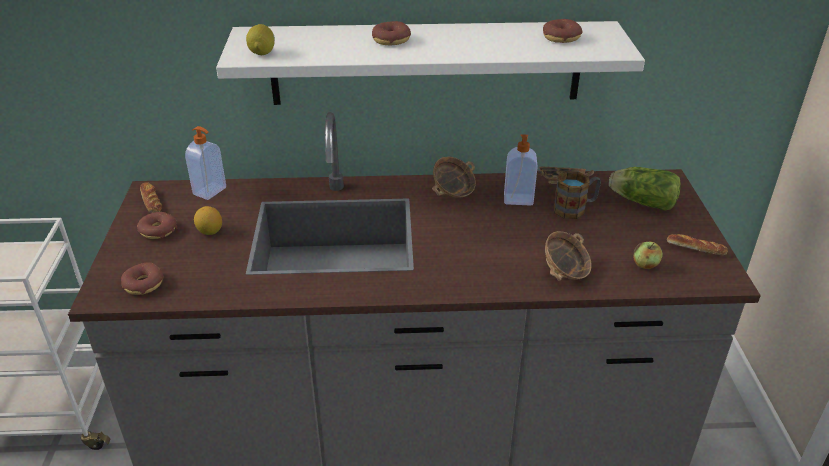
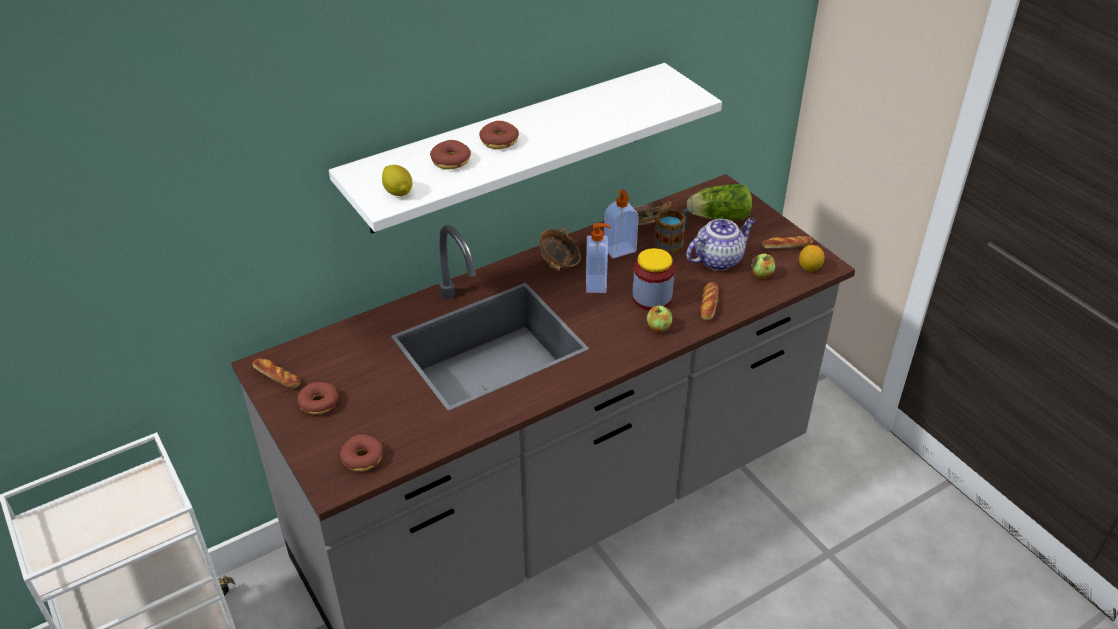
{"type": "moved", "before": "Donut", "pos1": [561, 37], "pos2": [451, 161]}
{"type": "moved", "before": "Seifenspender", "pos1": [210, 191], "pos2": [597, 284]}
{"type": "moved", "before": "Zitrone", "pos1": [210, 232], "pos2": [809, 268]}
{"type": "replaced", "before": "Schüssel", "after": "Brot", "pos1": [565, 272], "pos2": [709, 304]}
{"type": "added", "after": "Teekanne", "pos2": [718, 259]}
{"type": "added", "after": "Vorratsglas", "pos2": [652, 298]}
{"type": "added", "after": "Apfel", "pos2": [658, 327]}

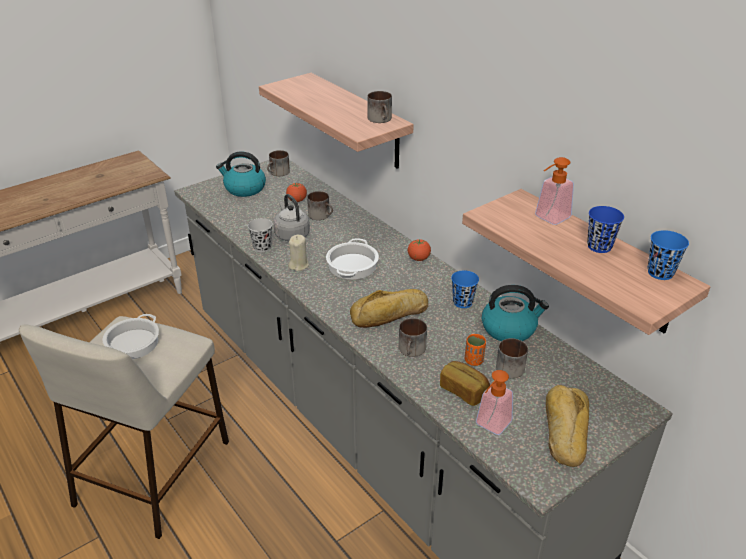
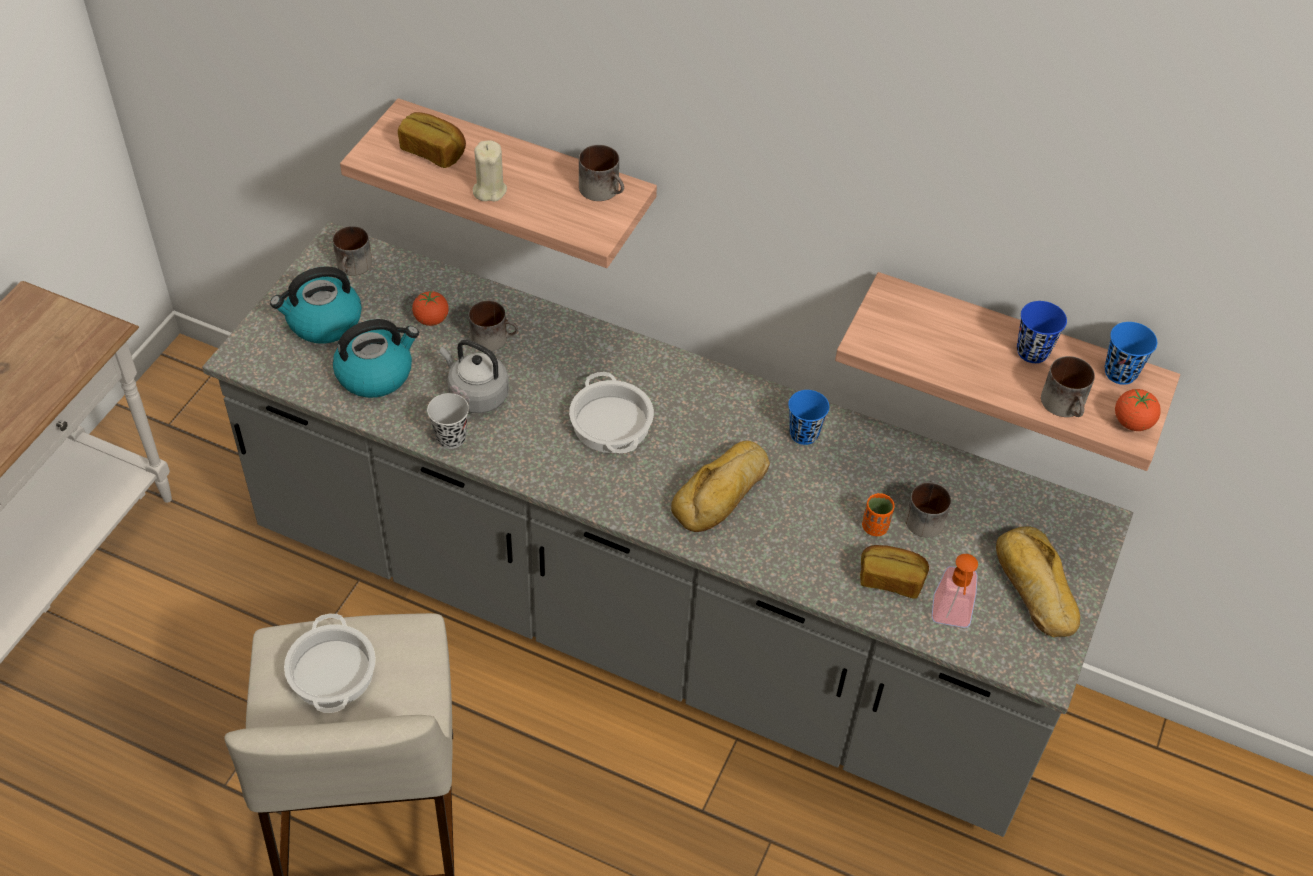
{"type": "removed", "before": "Seifenspender", "pos1": [548, 219]}
{"type": "moved", "before": "Kerze/beige", "pos1": [298, 265], "pos2": [489, 190]}
{"type": "moved", "before": "Tomate", "pos1": [418, 259], "pos2": [1132, 423]}
{"type": "moved", "before": "Wasserkessel", "pos1": [509, 328], "pos2": [376, 373]}
{"type": "moved", "before": "Henkelbecher", "pos1": [412, 350], "pos2": [1066, 405]}
{"type": "added", "after": "Brot", "pos2": [433, 151]}

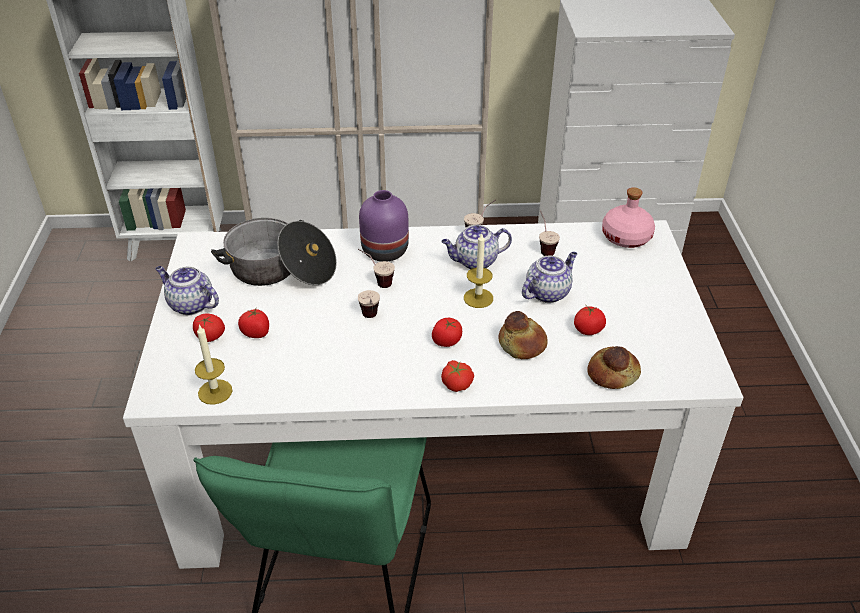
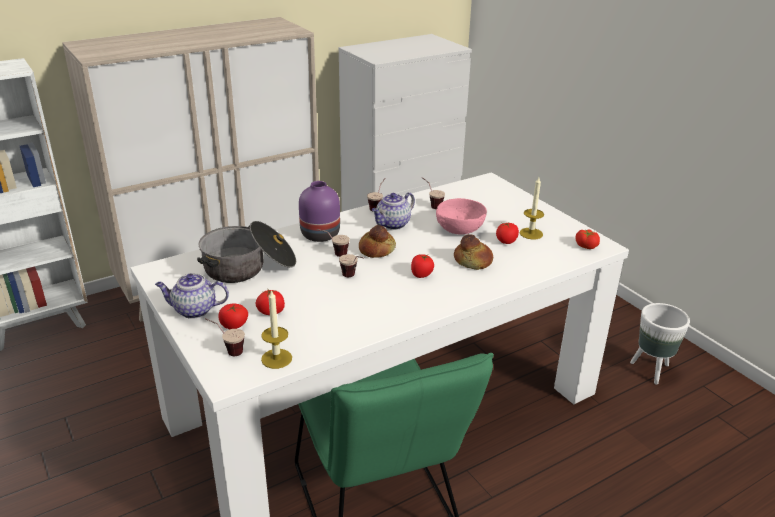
{"type": "removed", "before": "Flasche/rosa", "pos1": [626, 237]}
{"type": "moved", "before": "Kerze", "pos1": [478, 298], "pos2": [531, 233]}
{"type": "replaced", "before": "Teekanne", "after": "Schüssel/rosa", "pos1": [547, 292], "pos2": [459, 228]}
{"type": "moved", "before": "Brot", "pos1": [612, 373], "pos2": [376, 249]}
{"type": "moved", "before": "Tomate", "pos1": [457, 383], "pos2": [586, 245]}
{"type": "added", "after": "Pflanzkübel/weiß", "pos2": [651, 370]}
{"type": "added", "after": "Tasse", "pos2": [227, 351]}

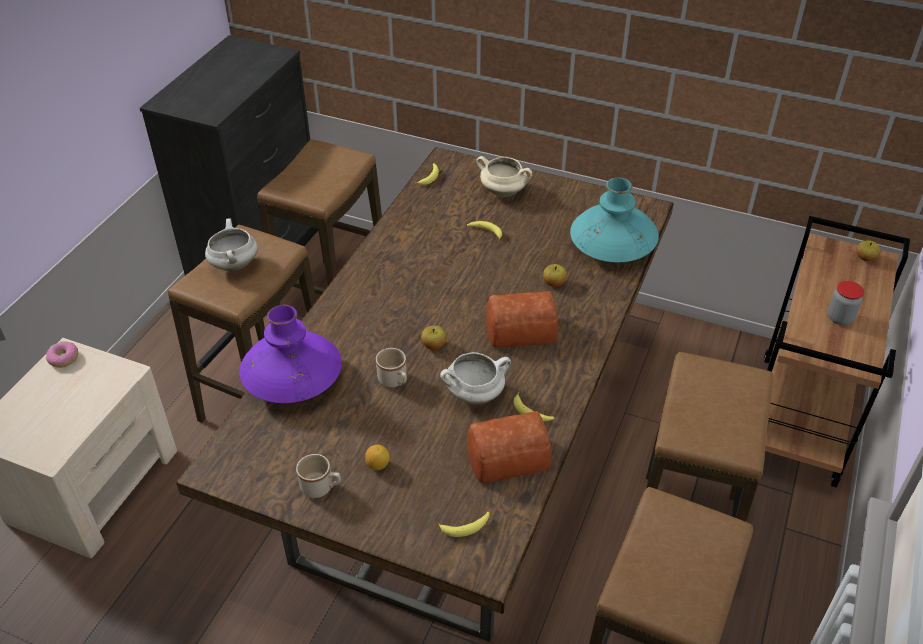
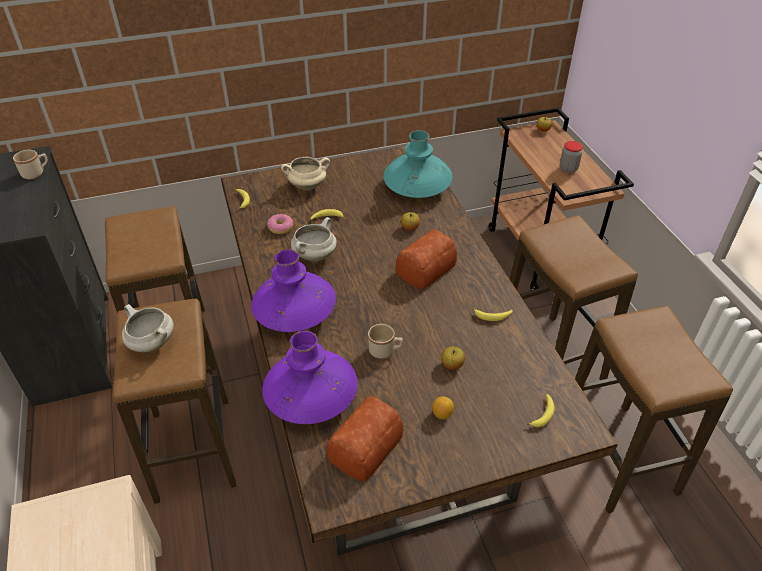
{"type": "moved", "before": "Apfel", "pos1": [434, 345], "pos2": [452, 365]}
{"type": "moved", "before": "Donut", "pos1": [63, 358], "pos2": [280, 228]}
{"type": "moved", "before": "Kochtopf/weiß", "pos1": [475, 394], "pos2": [315, 255]}
{"type": "moved", "before": "Brot", "pos1": [506, 457], "pos2": [363, 447]}
{"type": "moved", "before": "Henkelbecher/beige", "pos1": [321, 488], "pos2": [36, 173]}
{"type": "added", "after": "Vase/lila", "pos2": [295, 312]}

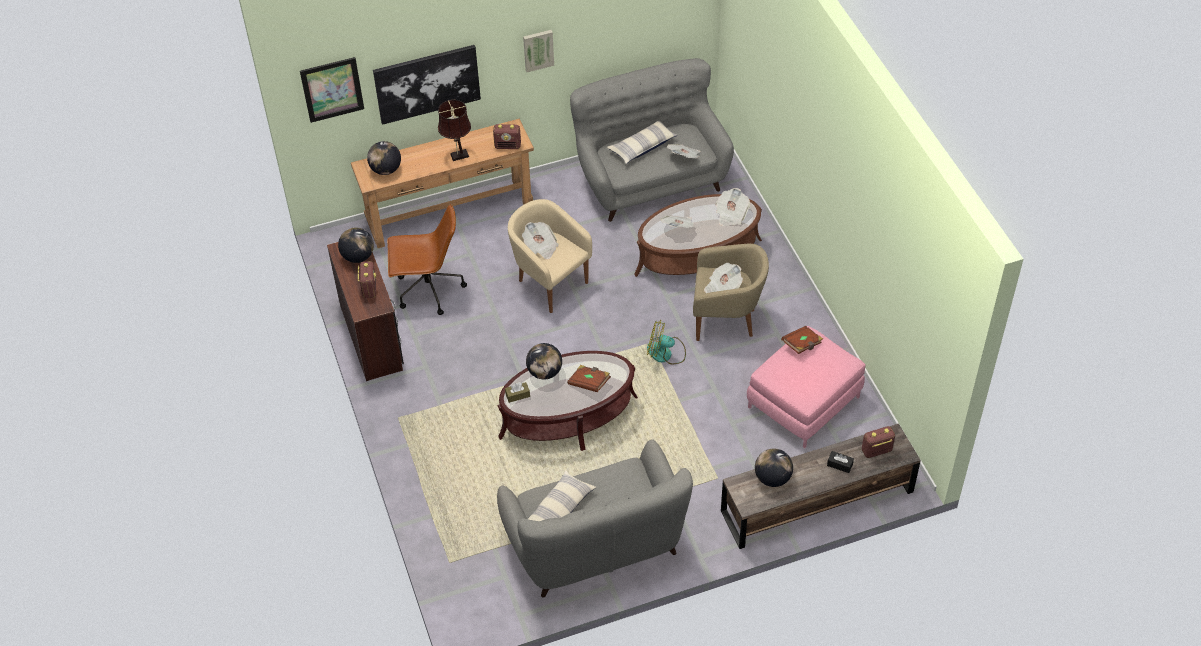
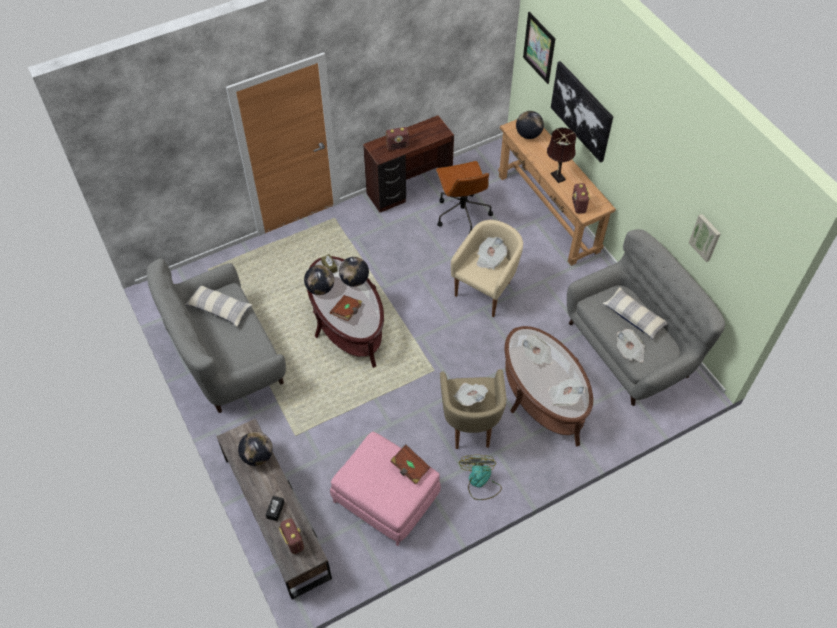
{"type": "moved", "before": "Bild", "pos1": [538, 49], "pos2": [705, 237]}
{"type": "moved", "before": "Globus", "pos1": [358, 257], "pos2": [320, 289]}
{"type": "moved", "before": "Ventilator", "pos1": [665, 353], "pos2": [480, 482]}

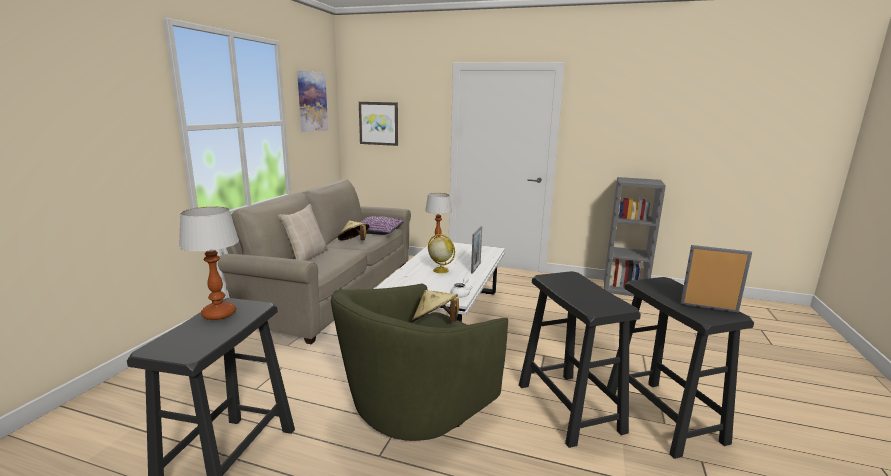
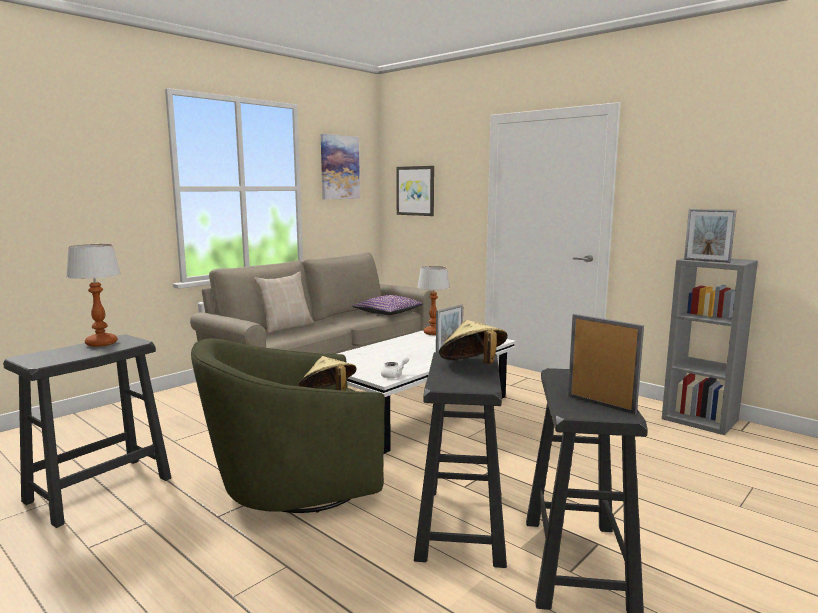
{"type": "moved", "before": "Hut/beige", "pos1": [354, 242], "pos2": [472, 366]}
{"type": "removed", "before": "Globus", "pos1": [440, 270]}
{"type": "added", "after": "Bilderrahmen", "pos2": [706, 261]}

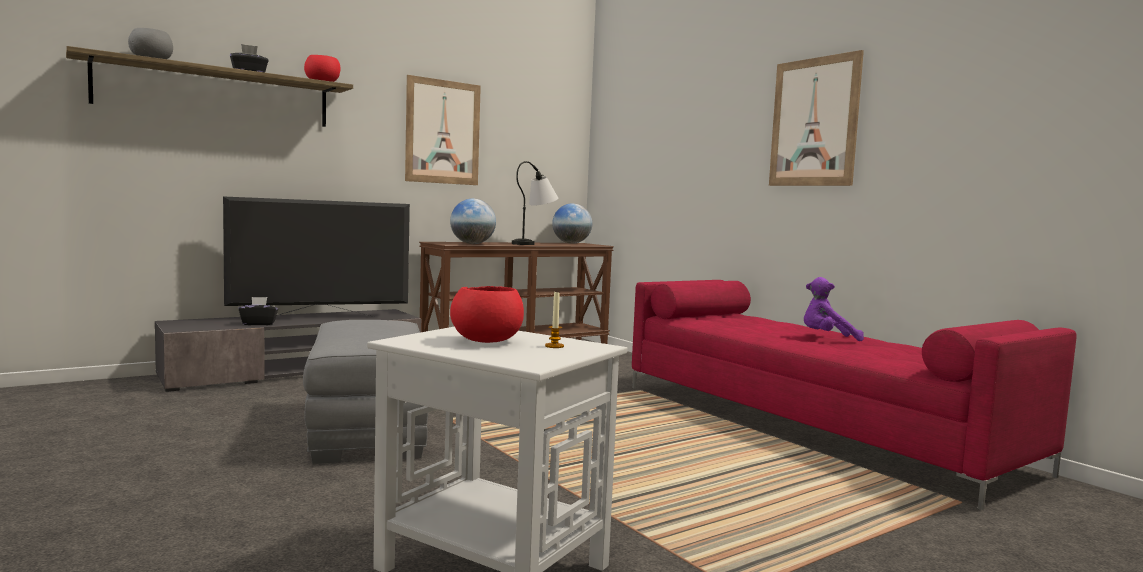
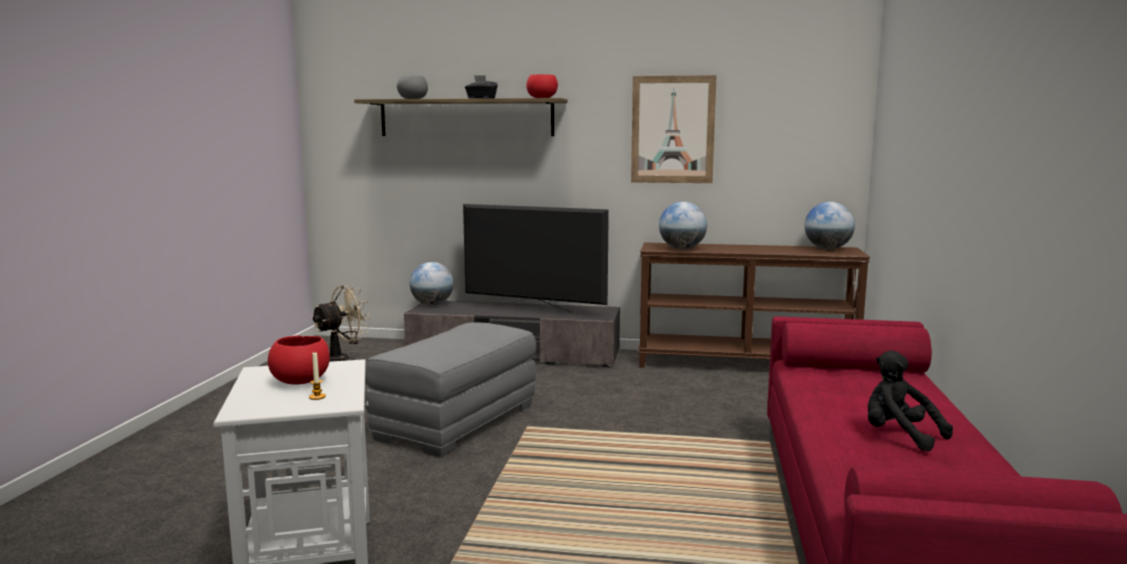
{"type": "removed", "before": "Bild", "pos1": [814, 122]}
{"type": "removed", "before": "Tischlampe", "pos1": [534, 244]}
{"type": "recoloured", "before": "Plüschtier/lila", "after": "Plüschtier/schwarz", "pos1": [827, 338], "pos2": [899, 436]}
{"type": "removed", "before": "Taschentuchbox/schwarz", "pos1": [258, 323]}
{"type": "added", "after": "Globus", "pos2": [432, 304]}
{"type": "added", "after": "Ventilator/beige", "pos2": [342, 360]}

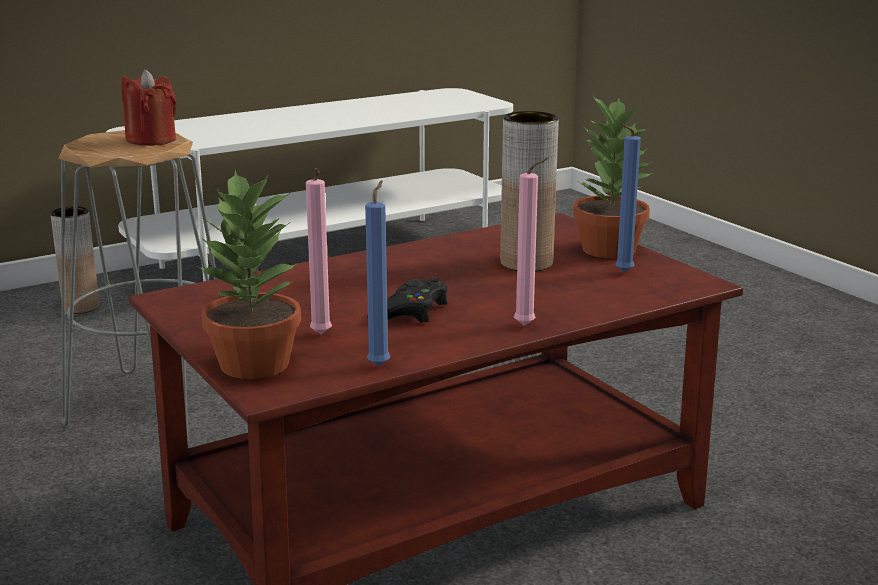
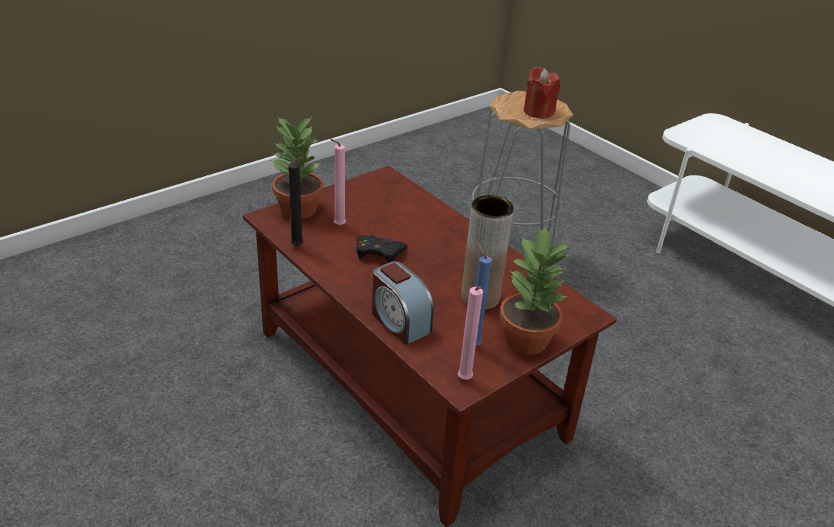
{"type": "moved", "before": "Kerze/rosa", "pos1": [528, 325], "pos2": [464, 380]}
{"type": "recoloured", "before": "Kerze/blau", "after": "Kerze/schwarz", "pos1": [380, 364], "pos2": [299, 247]}
{"type": "removed", "before": "Vase/braun", "pos1": [81, 307]}
{"type": "added", "after": "Wecker", "pos2": [399, 322]}

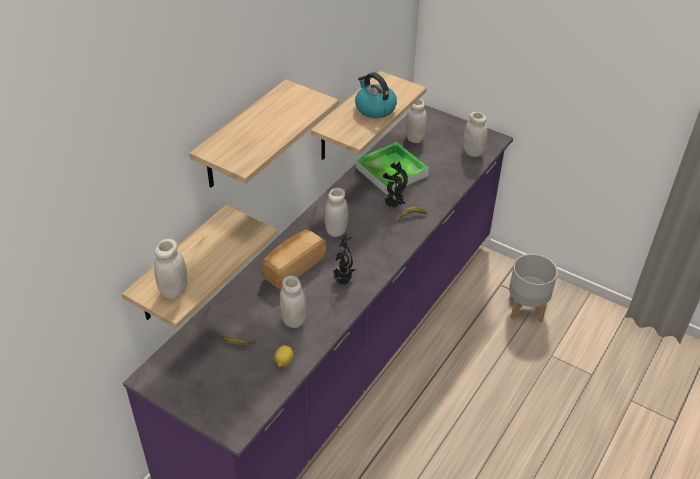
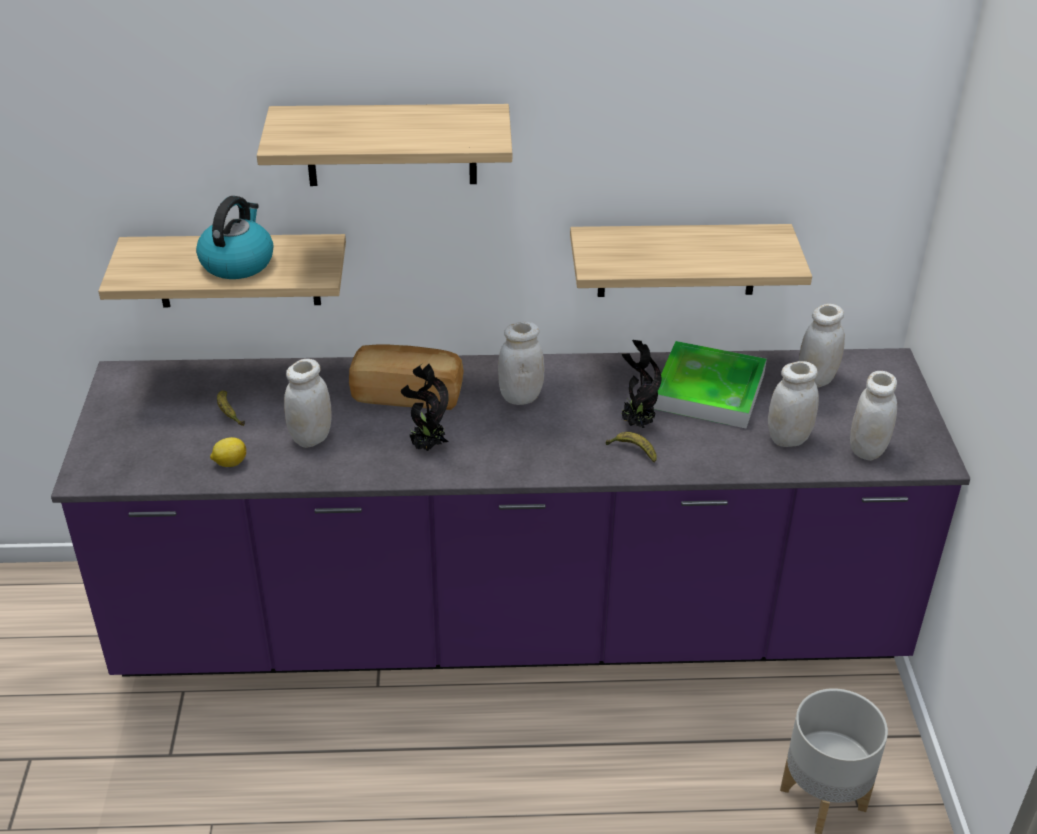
{"type": "moved", "before": "Wasserkessel", "pos1": [374, 108], "pos2": [237, 262]}
{"type": "moved", "before": "Vorratsglas/weiß", "pos1": [174, 291], "pos2": [788, 439]}

